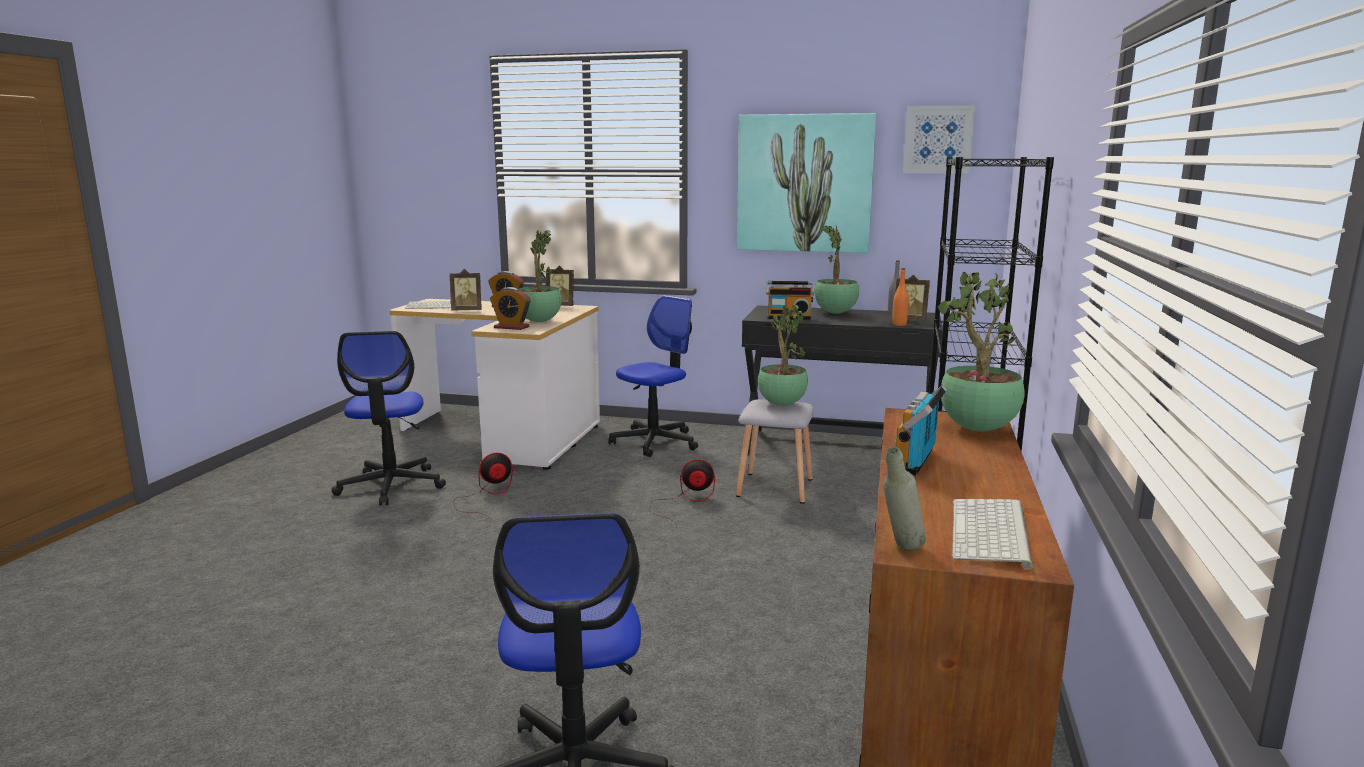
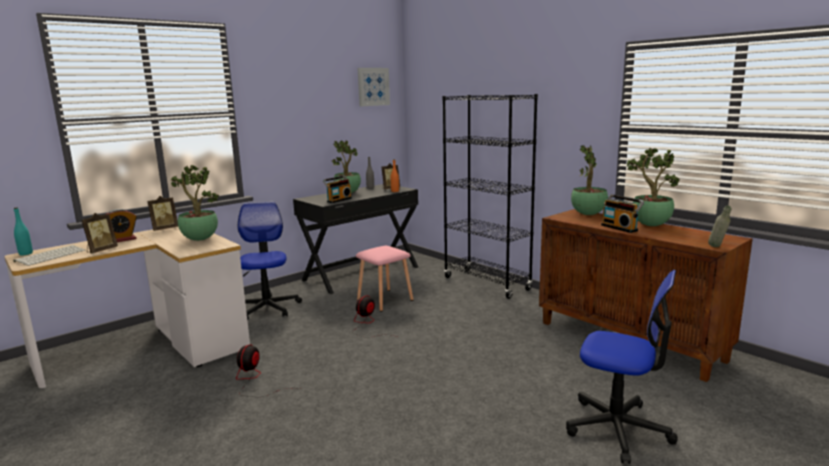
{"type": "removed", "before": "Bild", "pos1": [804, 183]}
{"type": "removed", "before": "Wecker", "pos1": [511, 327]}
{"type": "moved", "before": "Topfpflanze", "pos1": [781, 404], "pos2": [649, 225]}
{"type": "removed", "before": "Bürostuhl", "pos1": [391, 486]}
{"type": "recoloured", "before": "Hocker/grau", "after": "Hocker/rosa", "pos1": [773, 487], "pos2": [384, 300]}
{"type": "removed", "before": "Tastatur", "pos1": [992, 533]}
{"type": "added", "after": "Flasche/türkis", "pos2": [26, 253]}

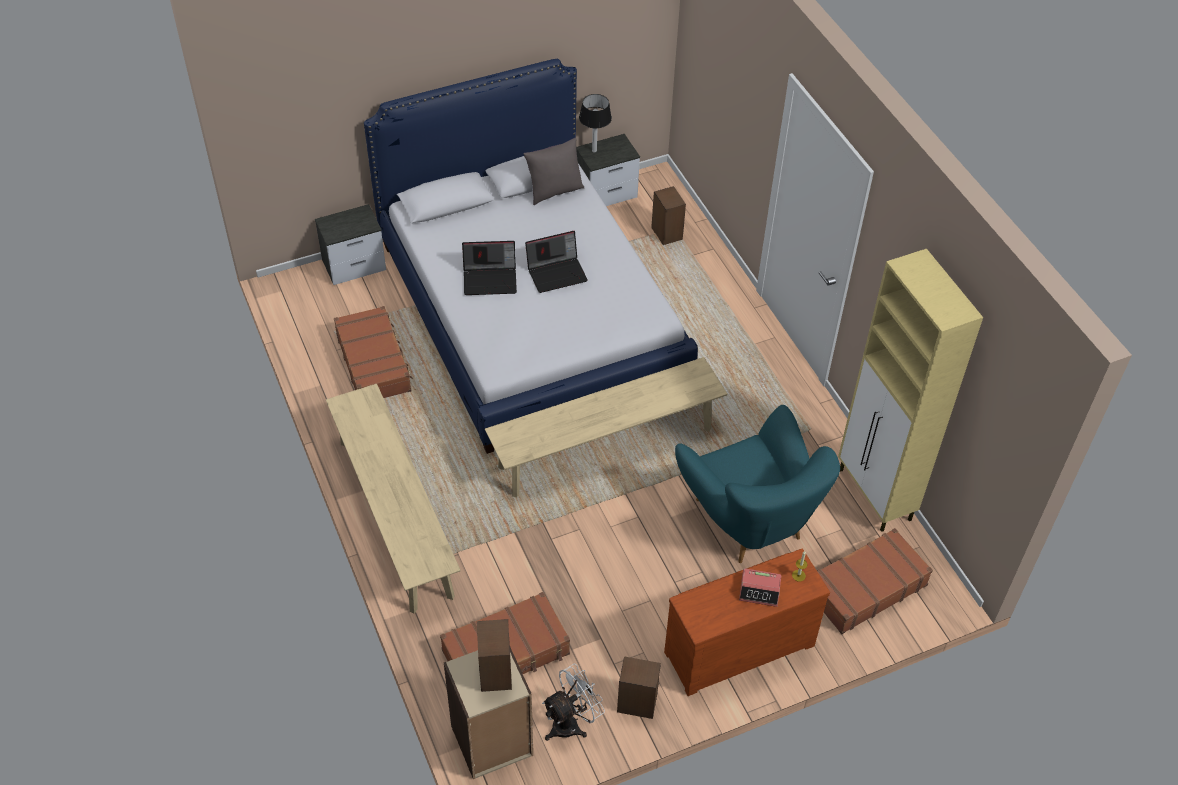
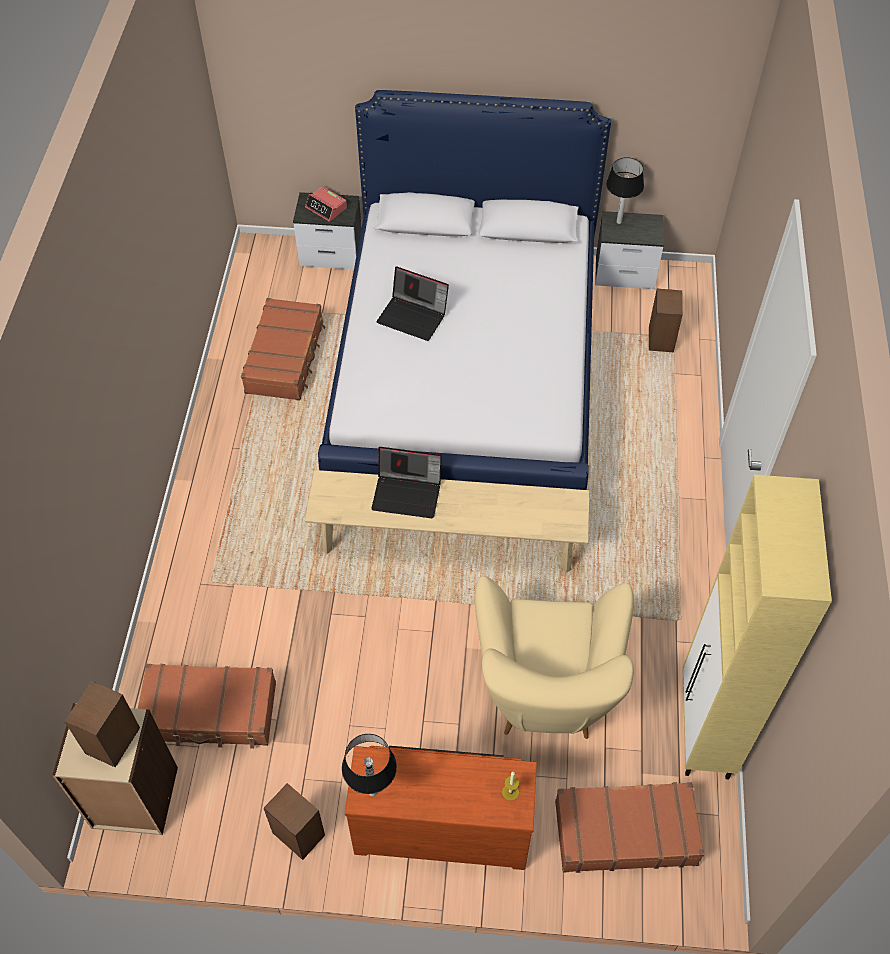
{"type": "removed", "before": "Kissen/grau", "pos1": [554, 191]}
{"type": "moved", "before": "Laptop", "pos1": [557, 273], "pos2": [408, 493]}
{"type": "removed", "before": "Bank/beige", "pos1": [395, 517]}
{"type": "recoloured", "before": "Sessel/türkis", "after": "Sessel/beige", "pos1": [750, 521], "pos2": [546, 692]}
{"type": "moved", "before": "Wecker", "pos1": [759, 590], "pos2": [326, 208]}
{"type": "removed", "before": "Ventilator/weiß", "pos1": [571, 723]}
{"type": "added", "after": "Tischlampe", "pos2": [372, 792]}

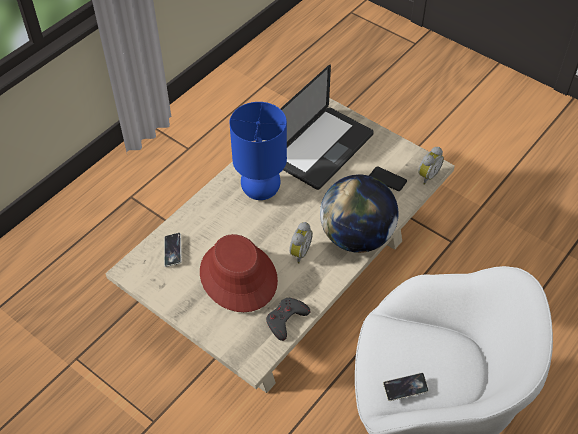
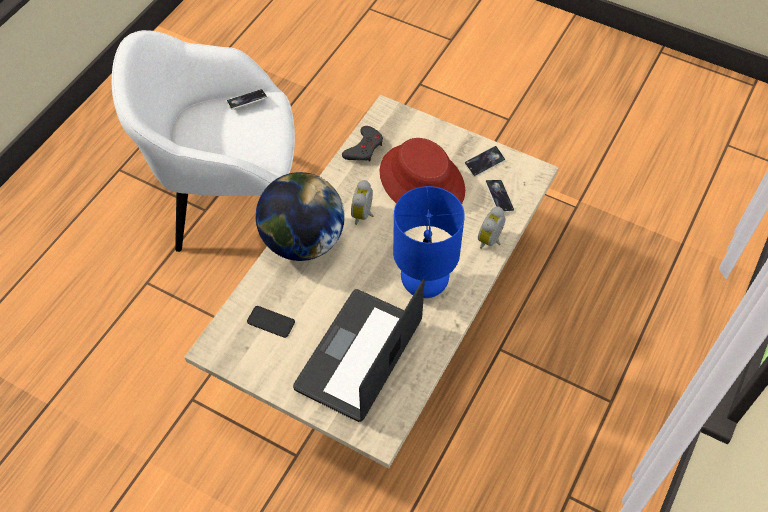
{"type": "moved", "before": "Wecker", "pos1": [427, 175], "pos2": [491, 241]}
{"type": "added", "after": "Handy", "pos2": [484, 163]}

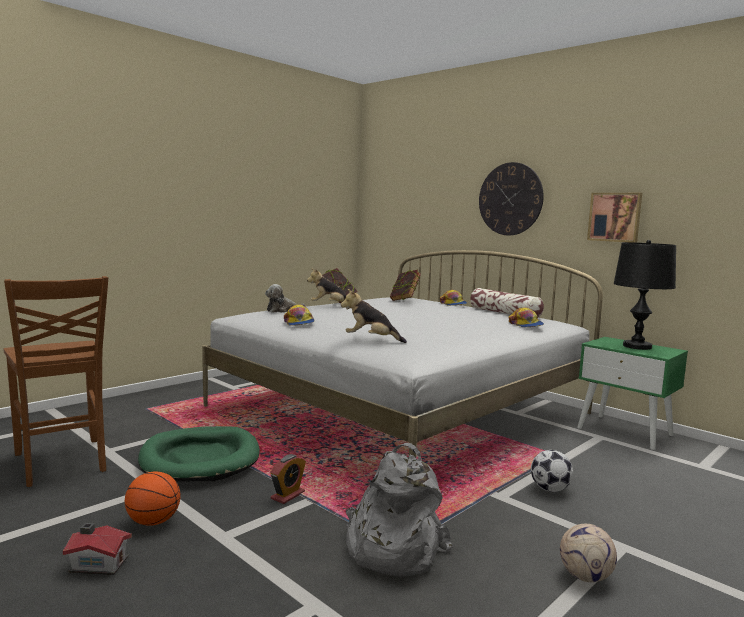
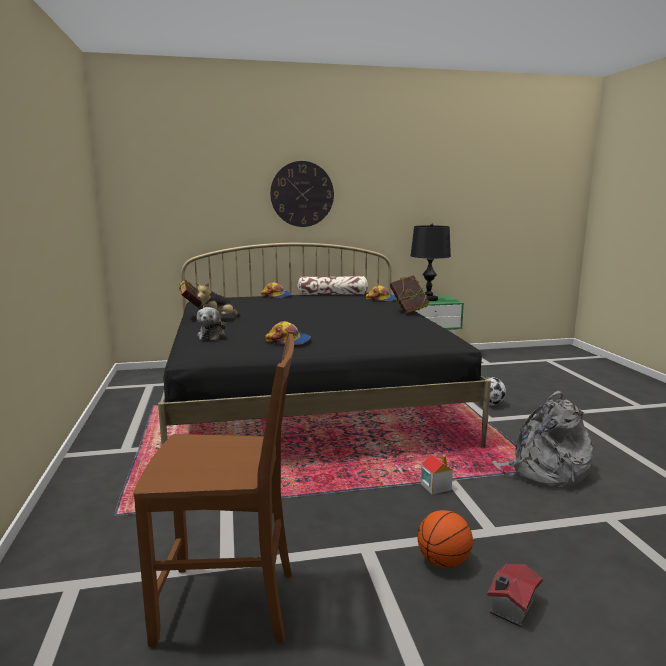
{"type": "removed", "before": "Bild", "pos1": [615, 217]}
{"type": "recoloured", "before": "Bett/weiß", "after": "Bett/schwarz", "pos1": [401, 410], "pos2": [308, 400]}
{"type": "moved", "before": "Buch", "pos1": [404, 300], "pos2": [408, 311]}
{"type": "removed", "before": "Plüschtier", "pos1": [371, 340]}
{"type": "removed", "before": "Hundebett/grün", "pos1": [200, 459]}
{"type": "replaced", "before": "Wecker", "after": "Spielzeughaus", "pos1": [288, 495], "pos2": [435, 486]}
{"type": "removed", "before": "Fußball", "pos1": [585, 576]}

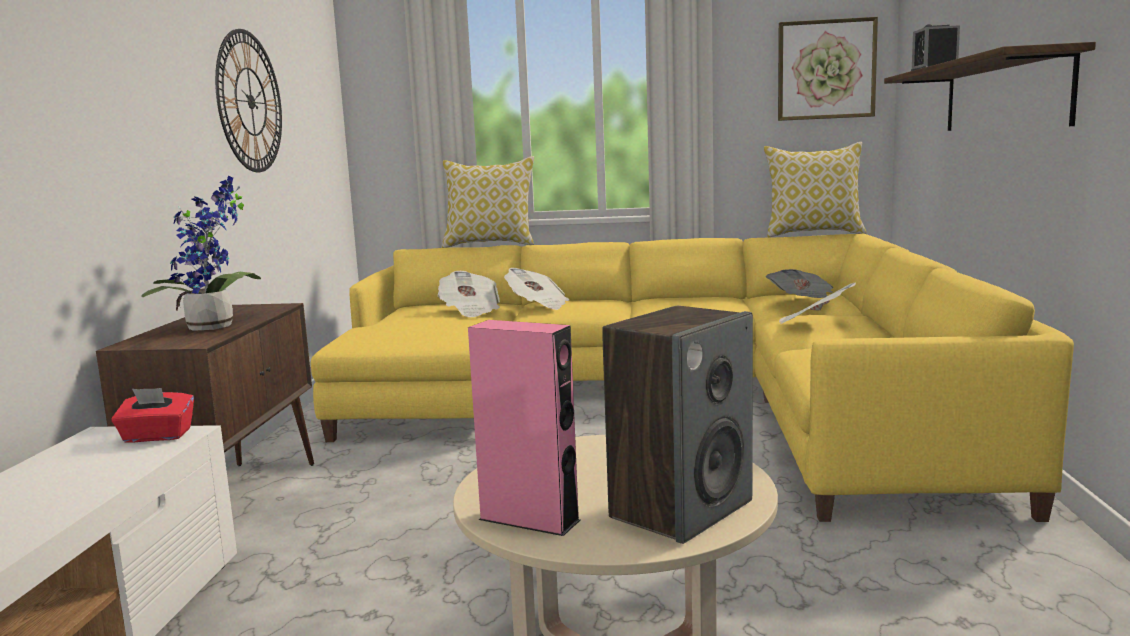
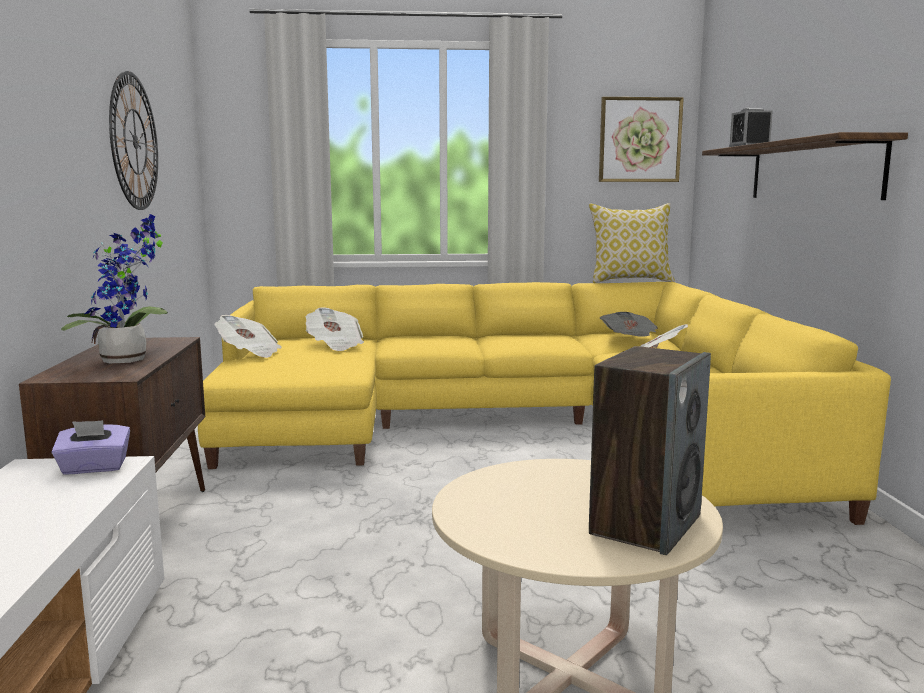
{"type": "removed", "before": "Kissen", "pos1": [490, 245]}
{"type": "moved", "before": "Zeitung", "pos1": [538, 305], "pos2": [249, 353]}
{"type": "removed", "before": "Lautsprecher/rosa", "pos1": [529, 519]}
{"type": "recoloured", "before": "Taschentuchbox/rot", "after": "Taschentuchbox/lila", "pos1": [157, 436], "pos2": [94, 468]}

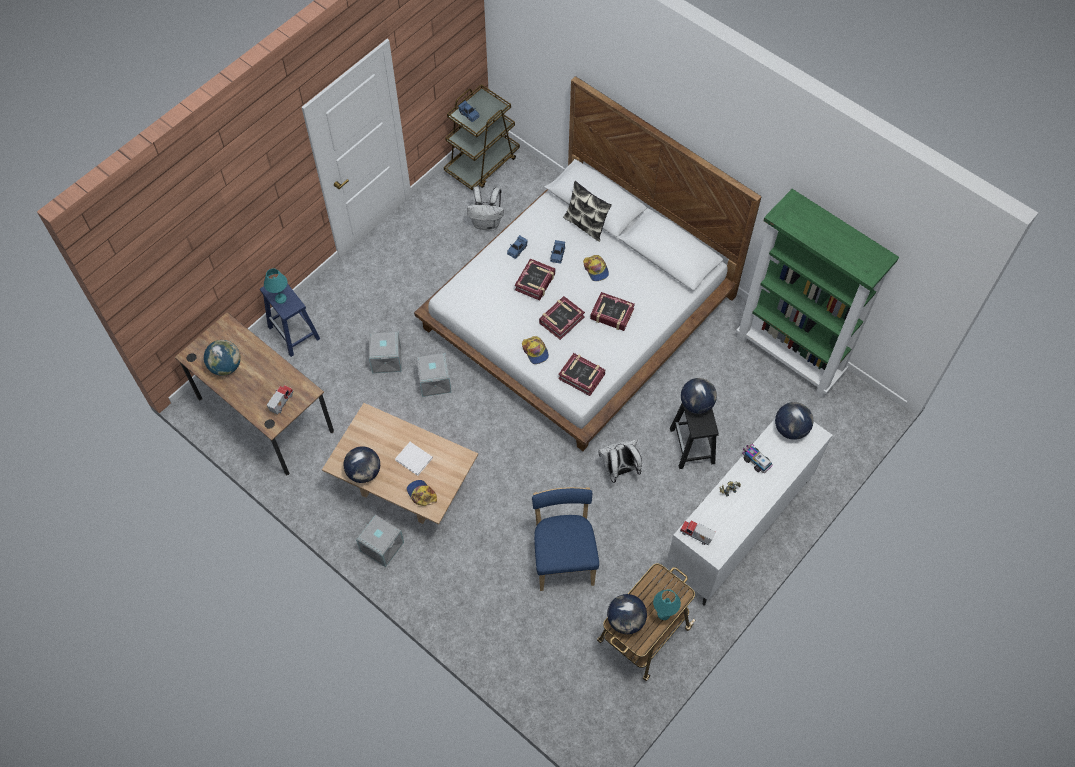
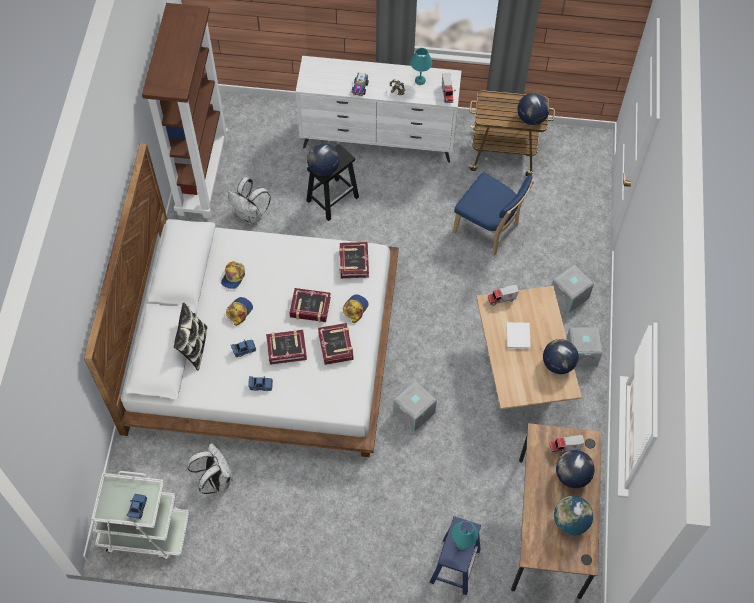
{"type": "recoloured", "before": "Rollwagen/braun", "after": "Rollwagen/weiß", "pos1": [482, 163], "pos2": [144, 532]}
{"type": "recoloured", "before": "Bücherregal/grün", "after": "Bücherregal/braun", "pos1": [790, 356], "pos2": [202, 175]}
{"type": "moved", "before": "Buch", "pos1": [612, 314], "pos2": [336, 346]}
{"type": "moved", "before": "Aufbewahrungsbox/grau", "pos1": [386, 359], "pos2": [569, 296]}
{"type": "moved", "before": "Globus", "pos1": [791, 429], "pos2": [571, 475]}
{"type": "moved", "before": "Rucksack/weiß", "pos1": [619, 470], "pos2": [250, 215]}
{"type": "moved", "before": "Kappe", "pos1": [421, 494], "pos2": [233, 276]}
{"type": "turned", "before": "Stuhl/blau", "pos1": [563, 558], "pos2": [488, 230], "turn": -105}
{"type": "moved", "before": "Tischlampe/türkis", "pos1": [663, 613], "pos2": [419, 81]}
{"type": "added", "after": "Spielzeuglaster", "pos2": [502, 300]}

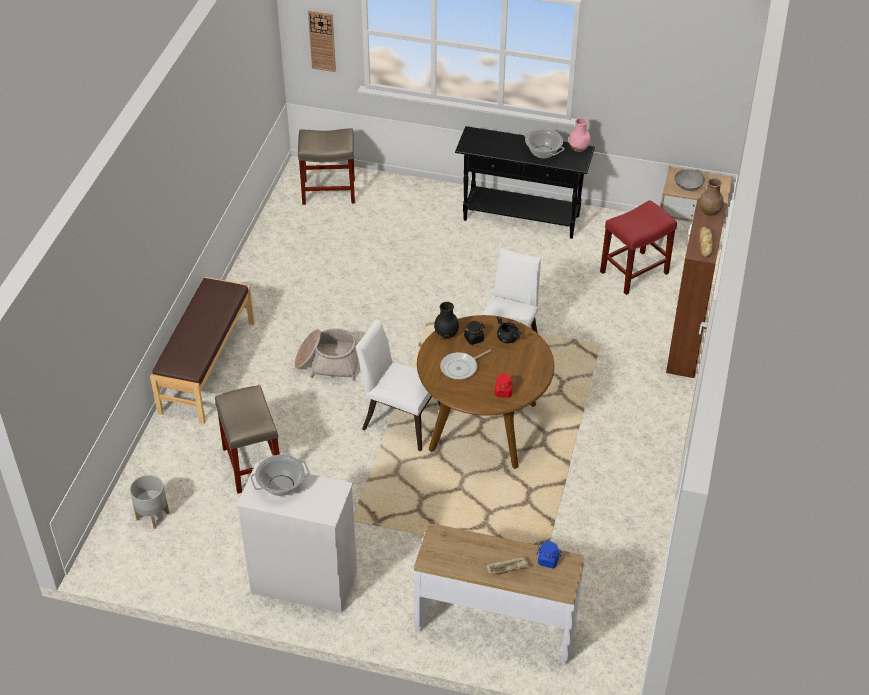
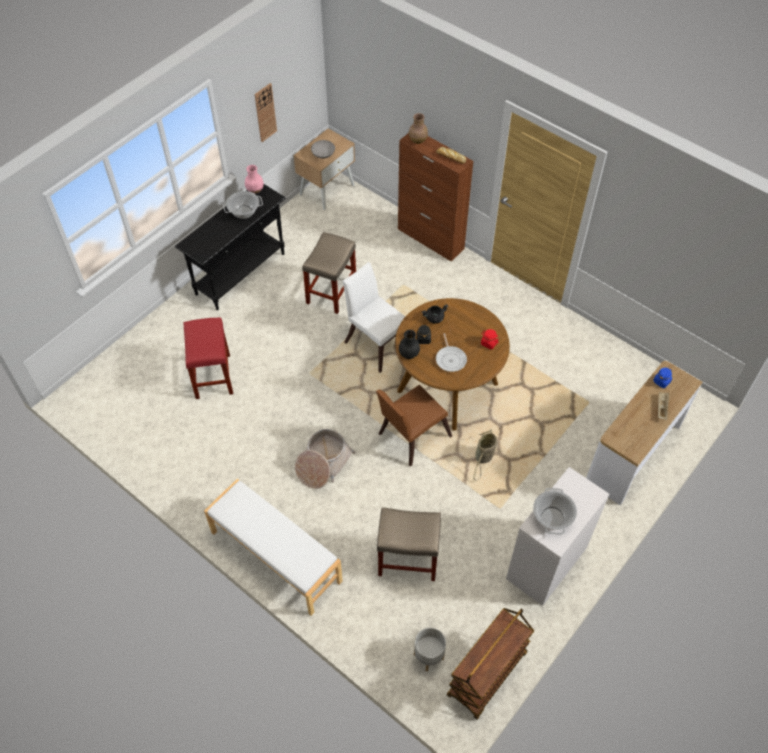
{"type": "moved", "before": "Wanduhr", "pos1": [322, 41], "pos2": [265, 112]}
{"type": "moved", "before": "Hocker/beige", "pos1": [329, 191], "pos2": [331, 291]}
{"type": "moved", "before": "Hocker/rot", "pos1": [634, 272], "pos2": [212, 375]}
{"type": "recoloured", "before": "Bank/braun", "after": "Bank/weiß", "pos1": [206, 366], "pos2": [275, 557]}
{"type": "recoloured", "before": "Stuhl/weiß", "after": "Stuhl/braun", "pos1": [399, 418], "pos2": [410, 437]}
{"type": "added", "after": "Korb", "pos2": [483, 458]}
{"type": "added", "after": "Rollwagen/braun", "pos2": [487, 675]}

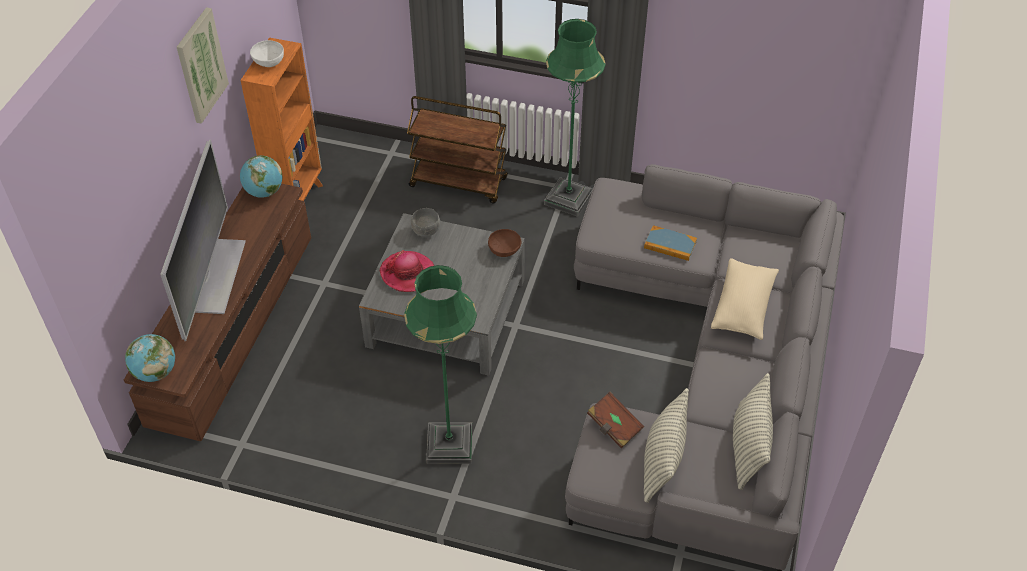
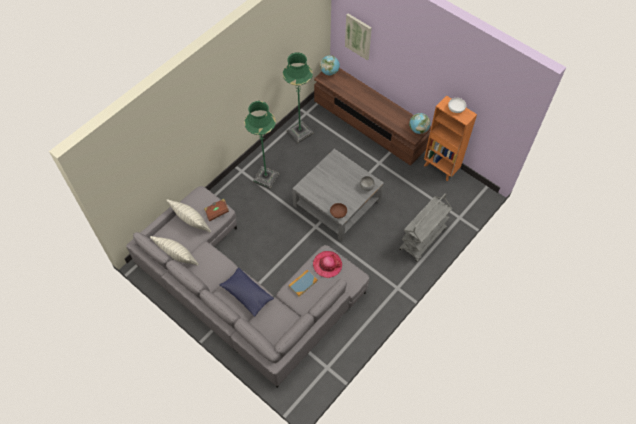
{"type": "moved", "before": "Bild", "pos1": [201, 65], "pos2": [358, 36]}
{"type": "moved", "before": "Stehlampe/grün", "pos1": [568, 198], "pos2": [300, 133]}
{"type": "recoloured", "before": "Rollwagen/braun", "after": "Rollwagen/grau", "pos1": [459, 182], "pos2": [423, 240]}
{"type": "removed", "before": "Fernseher", "pos1": [218, 276]}
{"type": "moved", "before": "Hut", "pos1": [407, 273], "pos2": [327, 265]}
{"type": "recoloured", "before": "Kissen/beige", "after": "Kissen/blau", "pos1": [743, 307], "pos2": [247, 294]}

